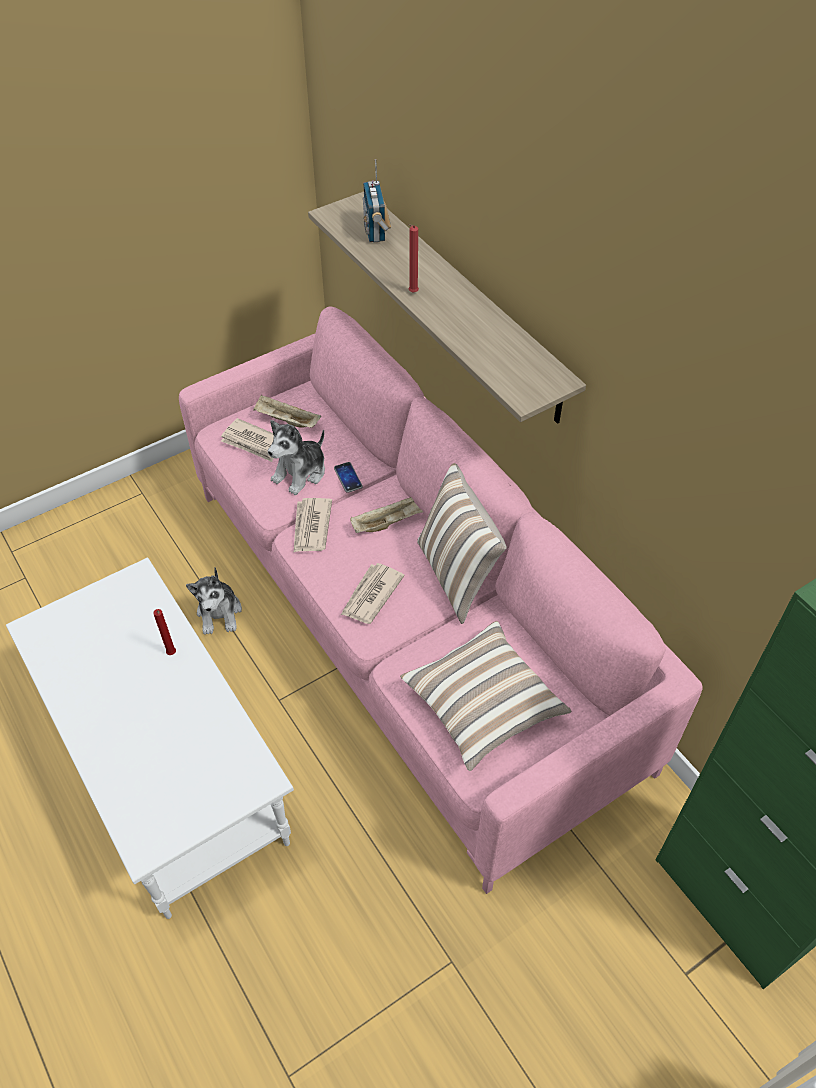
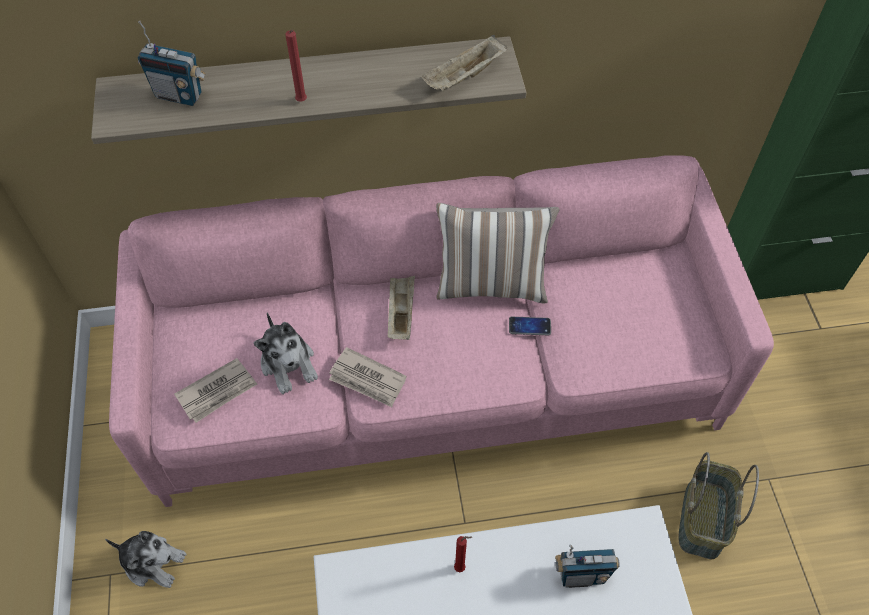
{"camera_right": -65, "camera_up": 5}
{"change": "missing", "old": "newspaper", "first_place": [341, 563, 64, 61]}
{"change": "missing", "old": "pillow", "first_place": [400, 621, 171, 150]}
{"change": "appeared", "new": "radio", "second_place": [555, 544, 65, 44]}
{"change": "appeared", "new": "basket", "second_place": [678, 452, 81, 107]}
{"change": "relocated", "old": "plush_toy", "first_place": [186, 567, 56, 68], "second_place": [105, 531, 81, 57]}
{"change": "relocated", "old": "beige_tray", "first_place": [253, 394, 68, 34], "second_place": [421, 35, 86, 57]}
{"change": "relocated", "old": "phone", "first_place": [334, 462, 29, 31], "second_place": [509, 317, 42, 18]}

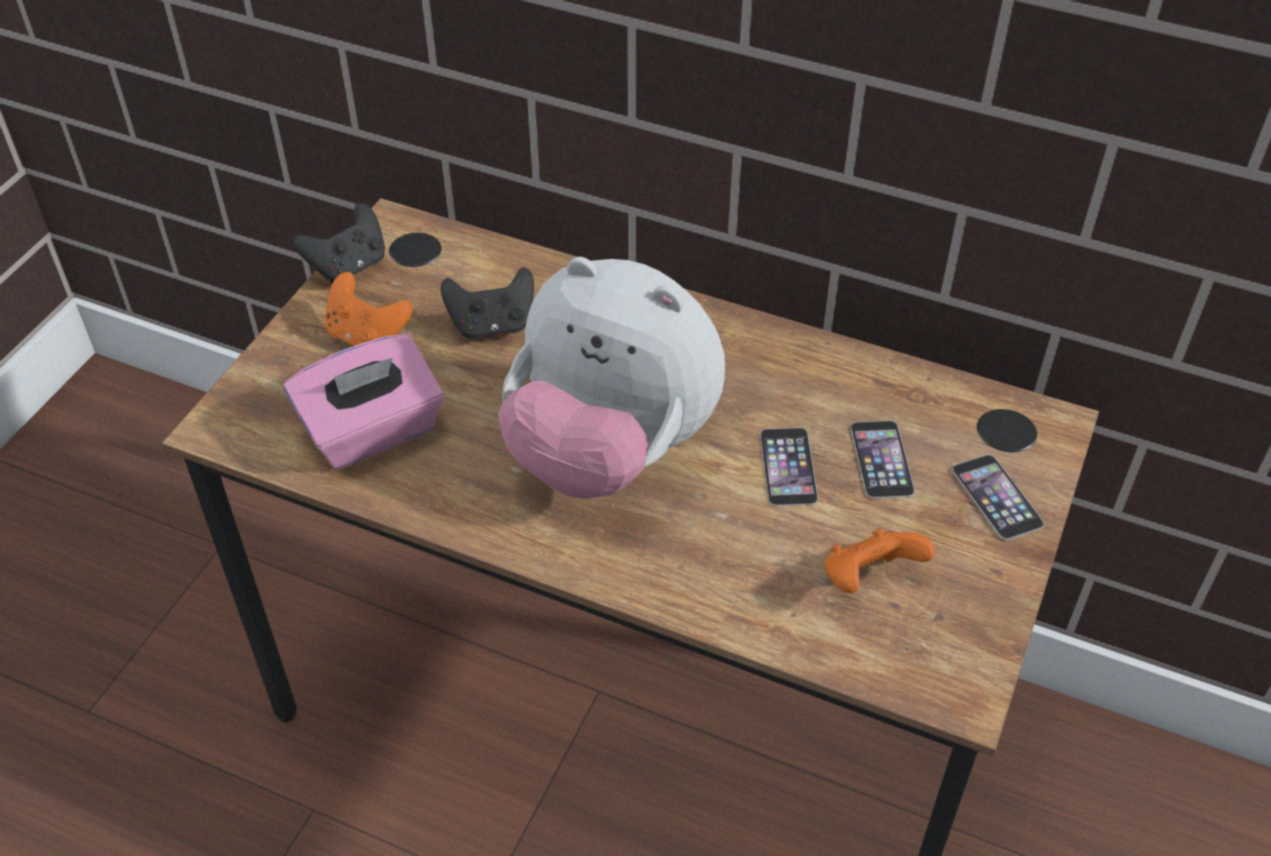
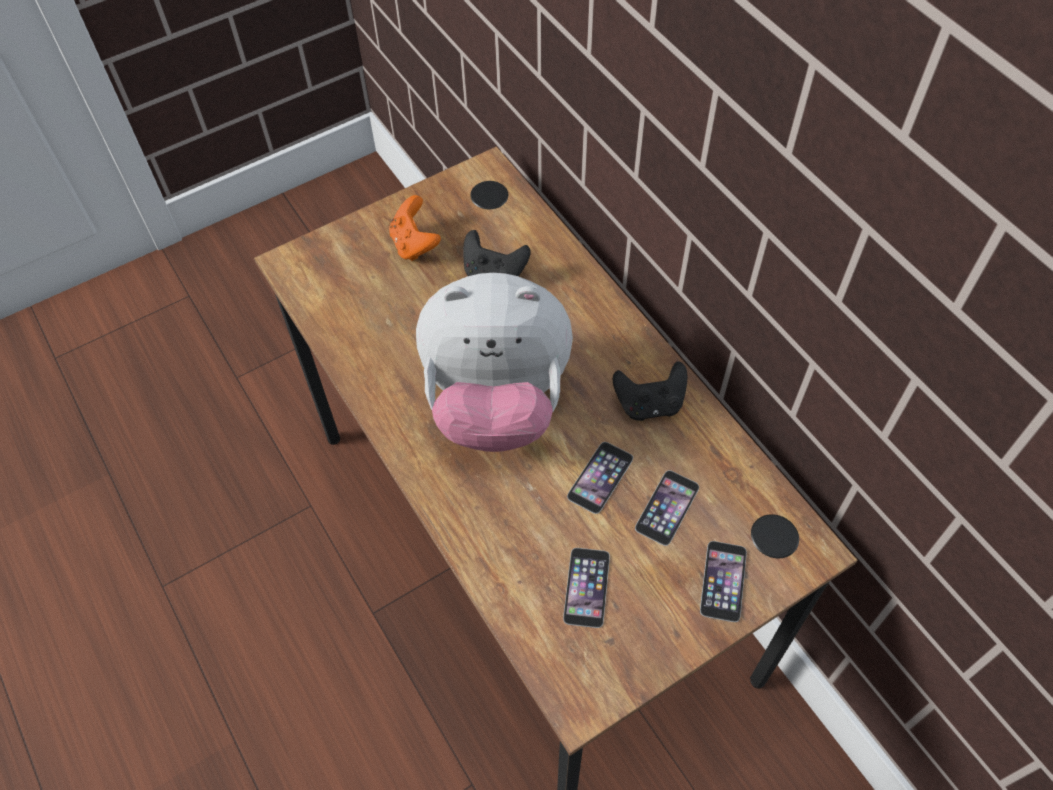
{"camera_right": 35, "camera_up": 10}
{"change": "missing", "old": "pink_tissue_box", "first_place": [284, 334, 160, 135]}
{"change": "relocated", "old": "black_game_controller", "first_place": [293, 203, 92, 80], "second_place": [613, 361, 74, 60]}
{"change": "exchanged", "old": "orange_game_controller", "new": "phone", "first_place": [824, 529, 111, 64], "second_place": [563, 548, 47, 80]}
{"change": "spun", "old": "plush_toy", "first_place": [498, 257, 227, 242], "second_place": [416, 273, 157, 179], "degrees": -60}

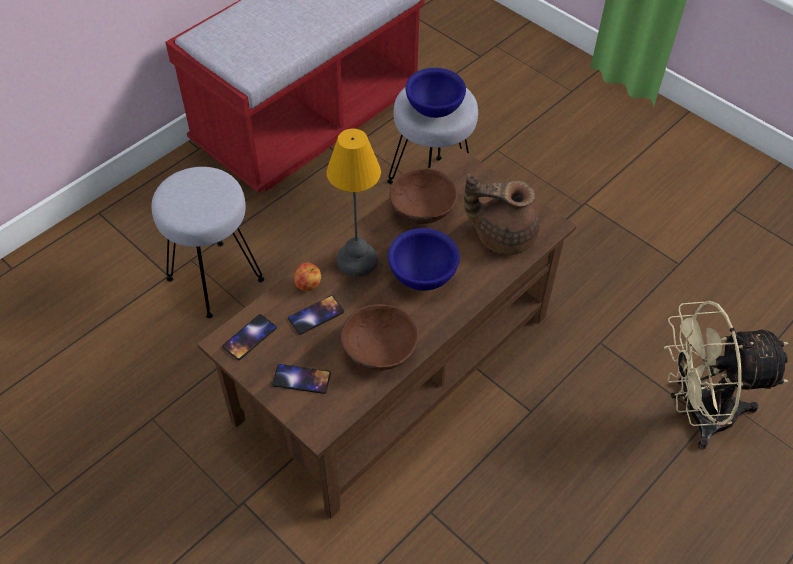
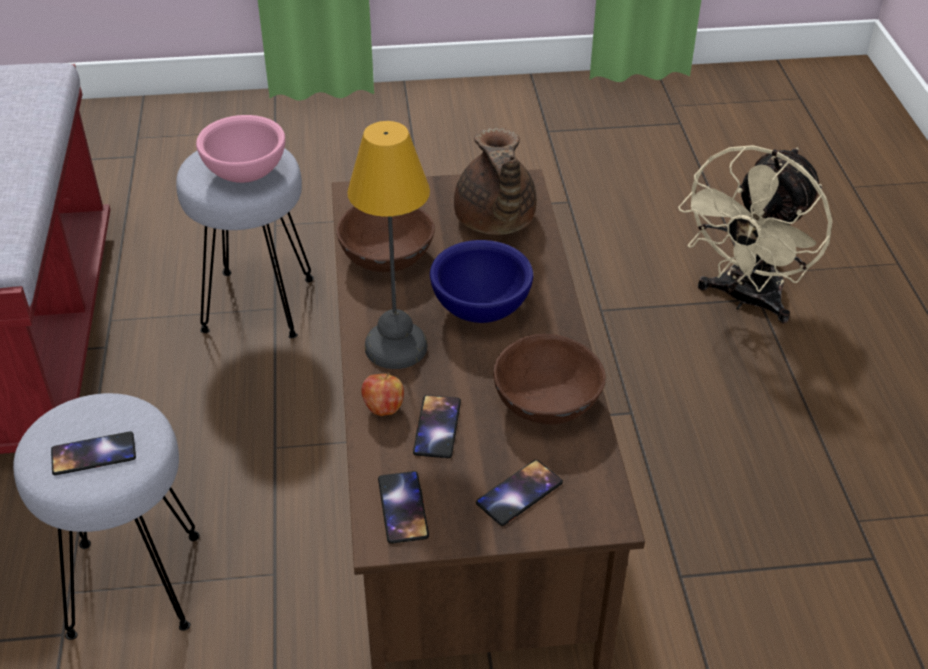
{"camera_right": -50, "camera_up": -10}
{"change": "appeared", "new": "phone", "second_place": [51, 431, 85, 44]}
{"change": "colour", "old": "blue_bowl", "new": "pink_bowl", "first_place": [406, 68, 60, 50], "second_place": [196, 115, 89, 68]}
{"change": "spun", "old": "brown_teapot", "first_place": [464, 174, 75, 81], "second_place": [454, 128, 83, 107], "degrees": -60}

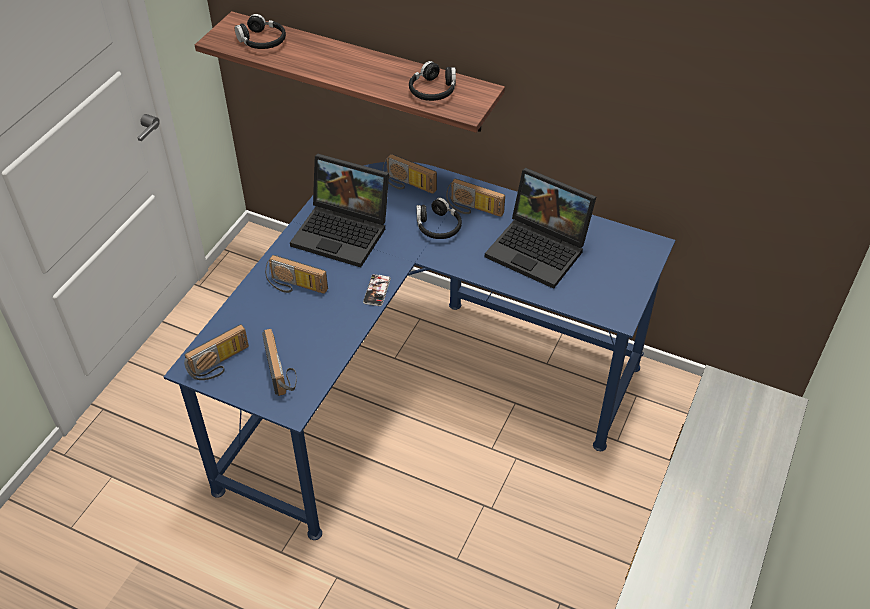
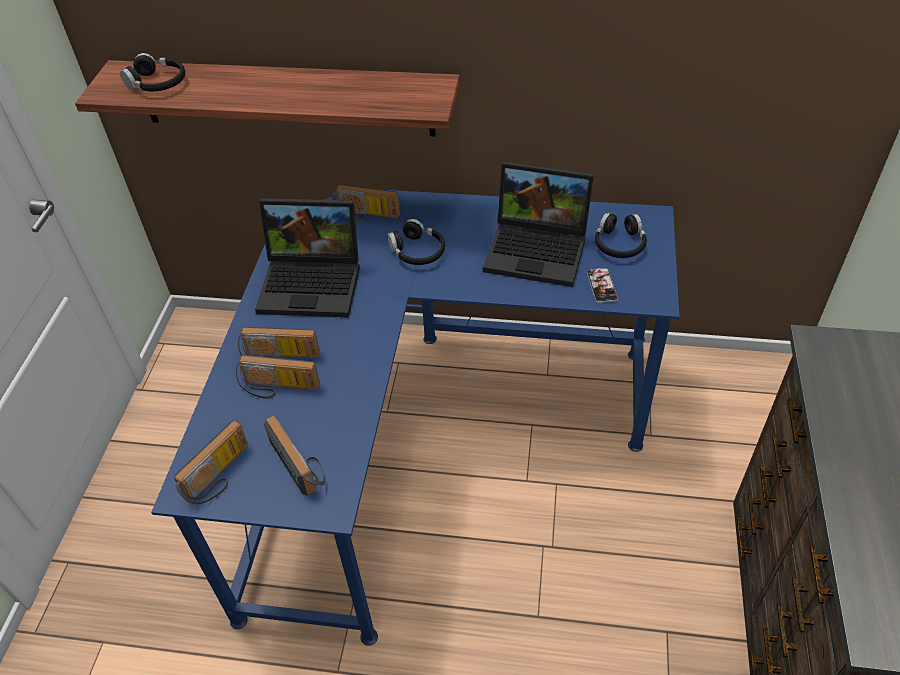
{"camera_right": -15, "camera_up": 0}
{"change": "relocated", "old": "phone", "first_place": [363, 274, 28, 32], "second_place": [587, 268, 31, 35]}
{"change": "relocated", "old": "black_headphones", "first_place": [409, 61, 47, 40], "second_place": [595, 213, 52, 45]}
{"change": "relocated", "old": "radio", "first_place": [446, 178, 59, 39], "second_place": [236, 355, 84, 44]}

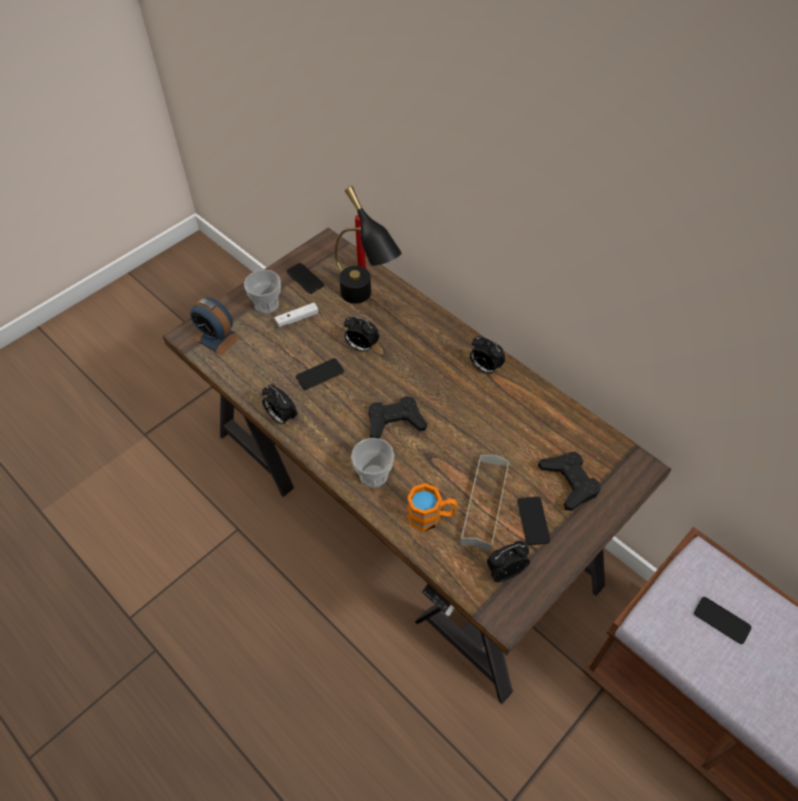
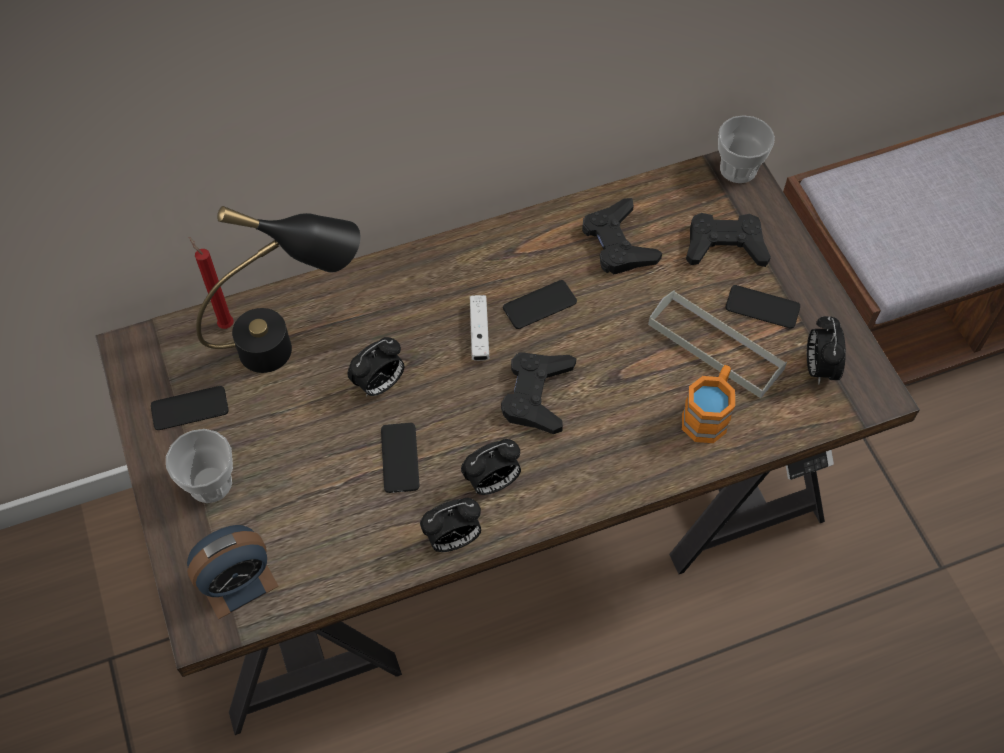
{"camera_right": -65, "camera_up": 5}
{"change": "appeared", "new": "black_game_controller", "second_place": [582, 198, 80, 76]}
{"change": "relocated", "old": "white_game_controller", "first_place": [275, 303, 44, 24], "second_place": [470, 295, 19, 66]}
{"change": "relocated", "old": "cup", "first_place": [351, 438, 43, 50], "second_place": [718, 115, 57, 68]}
{"change": "relocated", "old": "alarm_clock", "first_place": [470, 336, 35, 39], "second_place": [461, 439, 60, 56]}
{"change": "relocated", "old": "phone", "first_place": [694, 597, 57, 47], "second_place": [503, 280, 74, 49]}

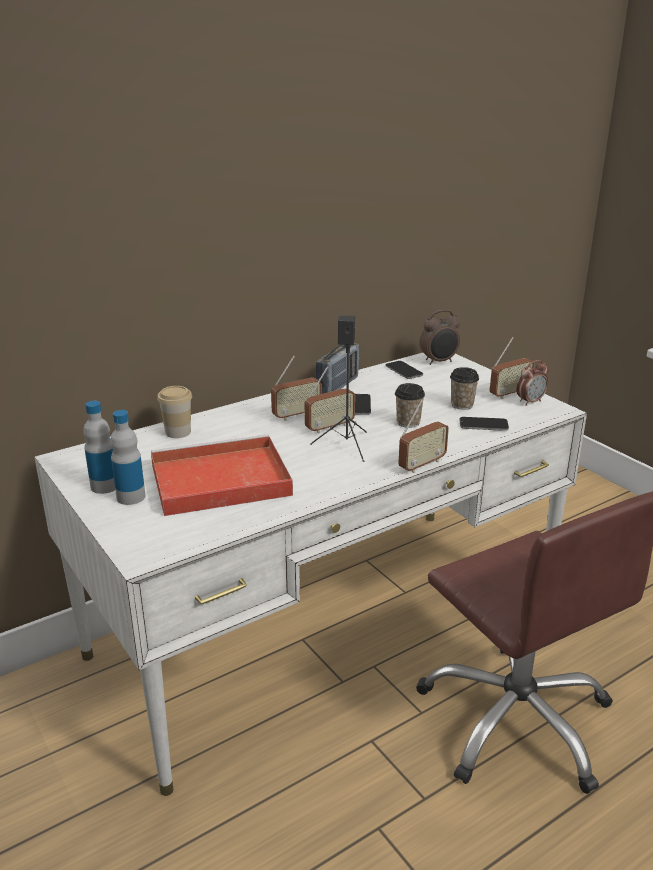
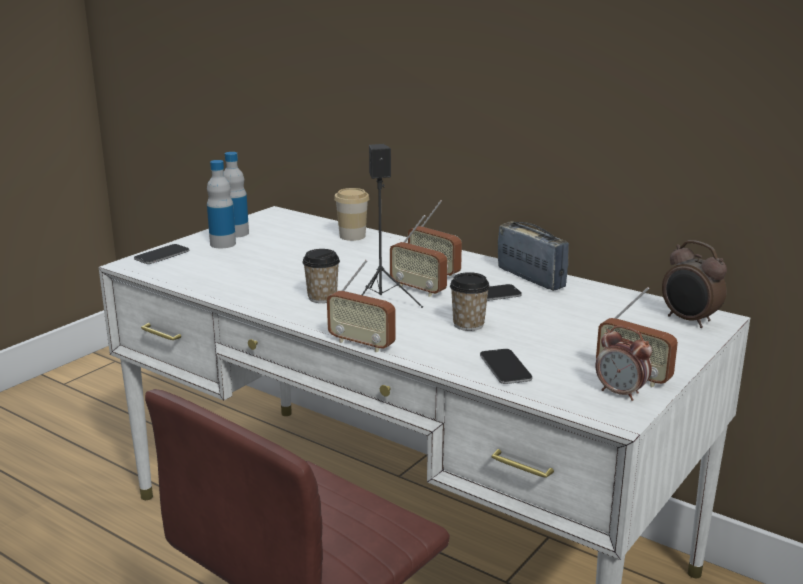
{"camera_right": 70, "camera_up": -5}
{"change": "missing", "old": "red_tray", "first_place": [151, 434, 142, 82]}
{"change": "relocated", "old": "phone", "first_place": [386, 361, 37, 18], "second_place": [134, 244, 55, 20]}
{"change": "relocated", "old": "cup", "first_place": [450, 367, 29, 43], "second_place": [302, 249, 38, 54]}
{"change": "spun", "old": "radio", "first_place": [315, 343, 44, 51], "second_place": [498, 221, 71, 70], "degrees": -135}

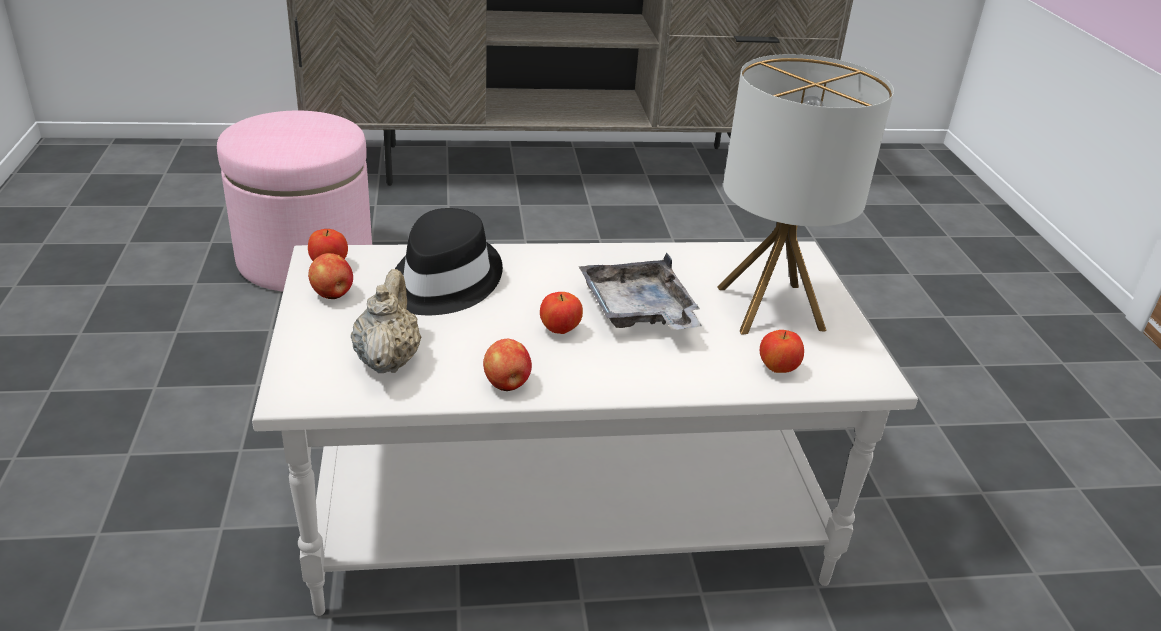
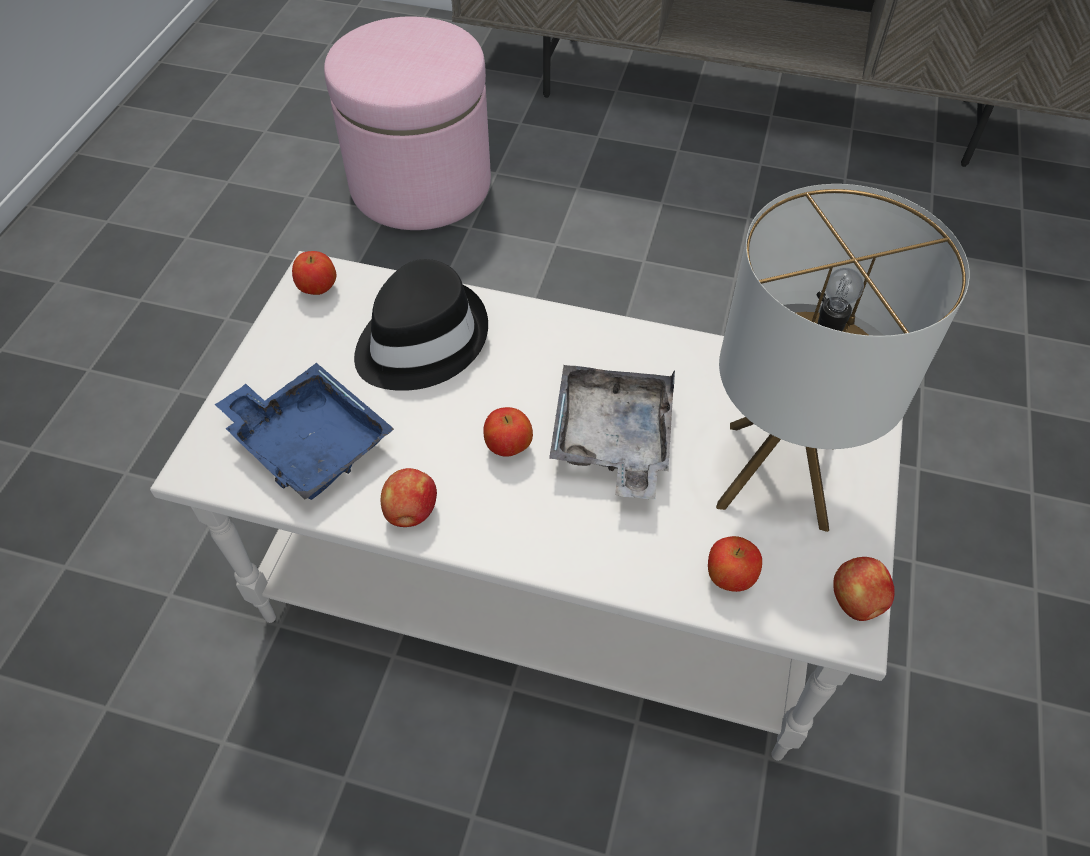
{"camera_right": 25, "camera_up": 20}
{"change": "relocated", "old": "apple", "first_place": [308, 253, 45, 46], "second_place": [833, 557, 62, 64]}
{"change": "exchanged", "old": "beige_teapot", "new": "blue_tray", "first_place": [351, 269, 70, 104], "second_place": [215, 363, 179, 137]}

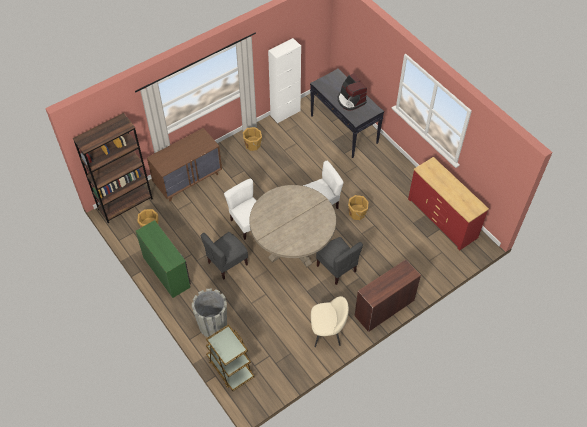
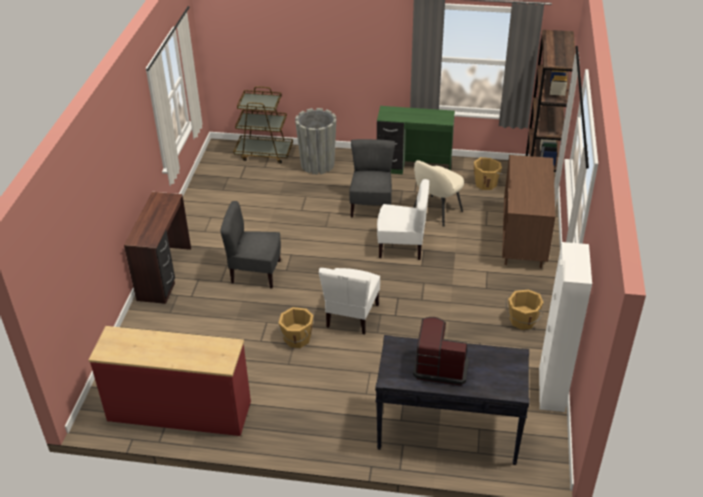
{"camera_right": 135, "camera_up": -15}
{"change": "missing", "old": "beige_dining_table", "first_place": [249, 185, 87, 82]}
{"change": "relocated", "old": "beige_chair", "first_place": [311, 296, 38, 51], "second_place": [413, 160, 51, 67]}

